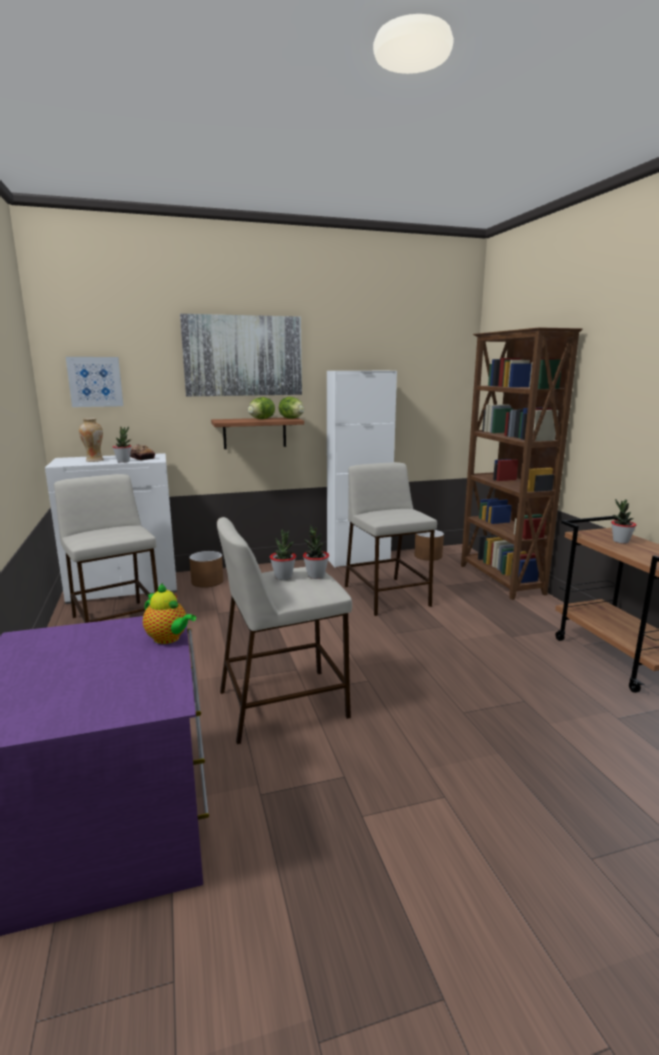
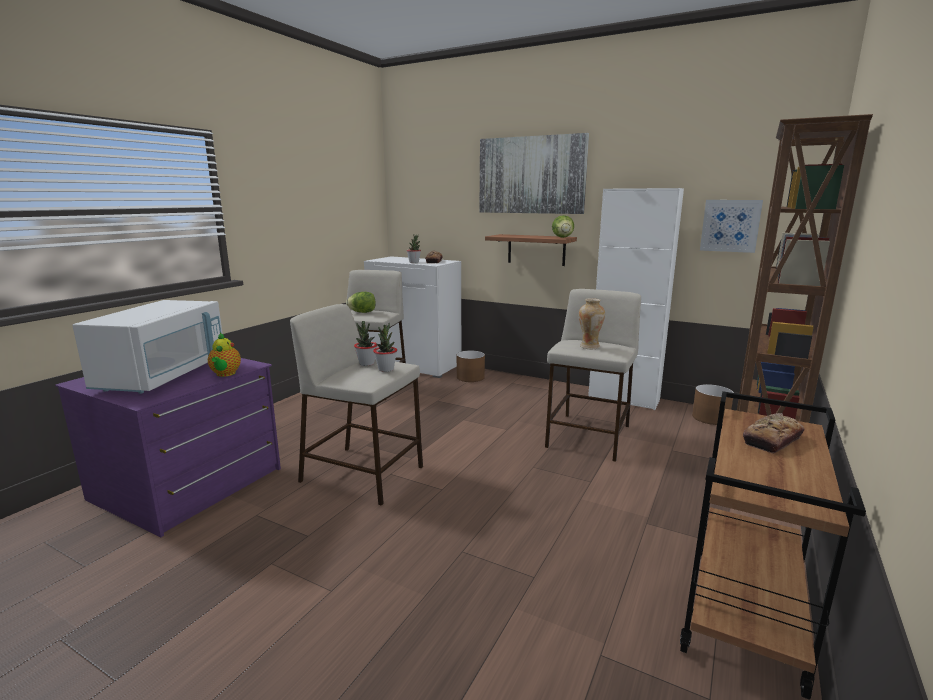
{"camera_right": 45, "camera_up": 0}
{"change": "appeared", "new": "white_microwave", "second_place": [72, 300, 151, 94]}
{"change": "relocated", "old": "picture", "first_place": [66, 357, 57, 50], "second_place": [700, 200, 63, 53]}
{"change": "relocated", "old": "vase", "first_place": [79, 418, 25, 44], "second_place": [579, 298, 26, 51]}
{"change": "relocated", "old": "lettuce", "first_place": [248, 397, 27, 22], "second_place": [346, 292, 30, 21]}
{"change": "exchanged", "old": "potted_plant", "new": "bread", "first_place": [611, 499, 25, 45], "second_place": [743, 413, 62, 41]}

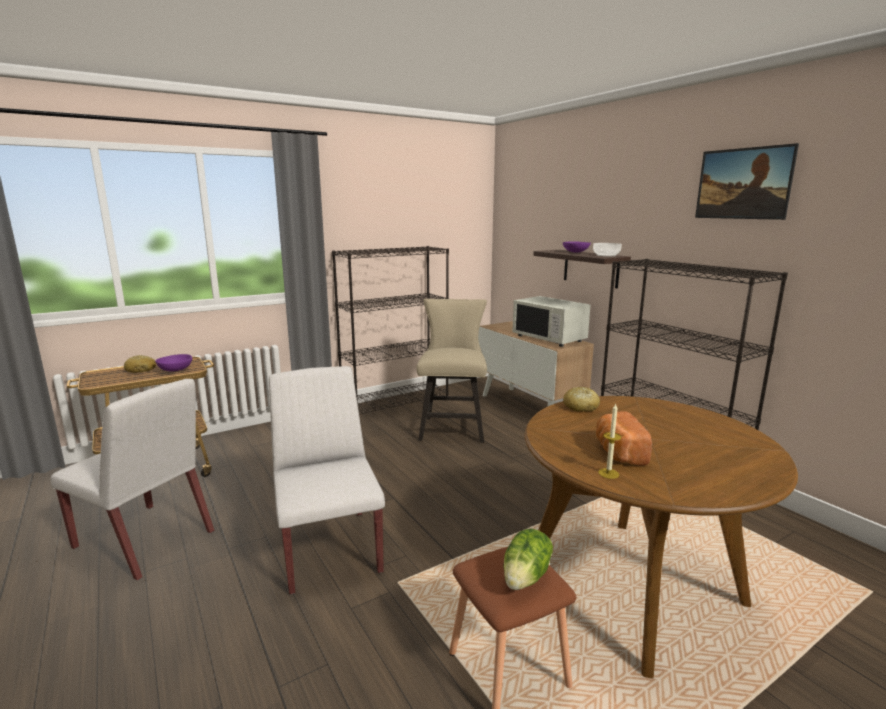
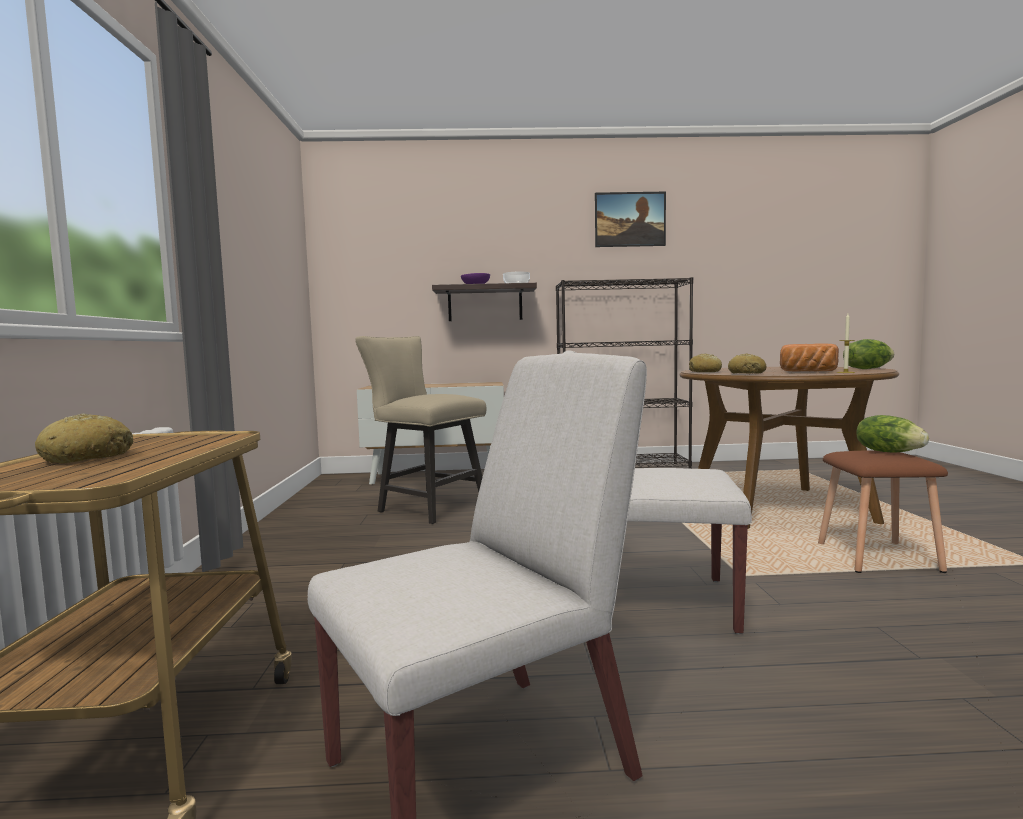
{"camera_right": -60, "camera_up": -10}
{"change": "missing", "old": "purple_bowl", "first_place": [155, 354, 37, 17]}
{"change": "missing", "old": "black_bookcase", "first_place": [332, 246, 117, 168]}
{"change": "missing", "old": "white_microwave", "first_place": [512, 296, 79, 51]}
{"change": "appeared", "new": "bread", "second_place": [728, 353, 38, 21]}
{"change": "appeared", "new": "lettuce", "second_place": [843, 339, 51, 30]}

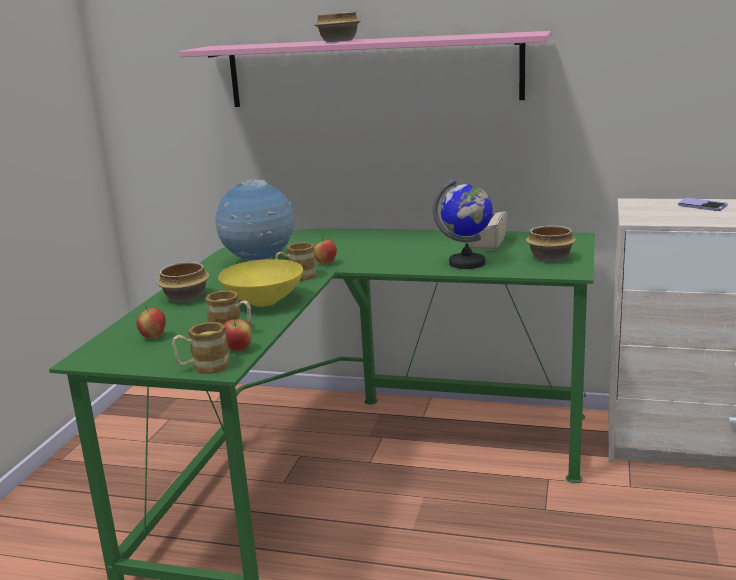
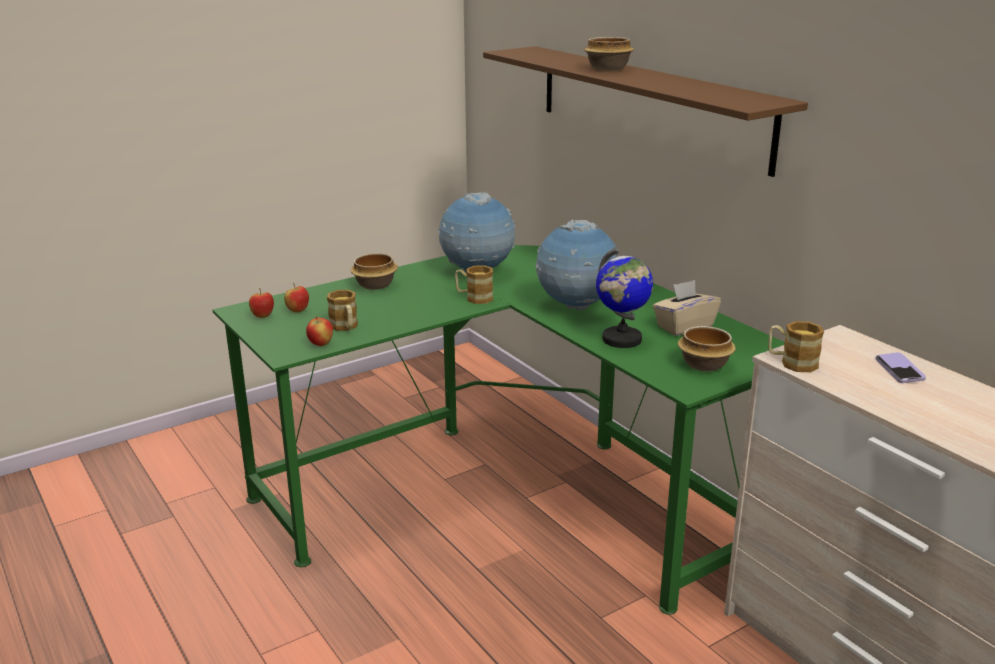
{"camera_right": 40, "camera_up": 5}
{"change": "missing", "old": "yellow_bowl", "first_place": [218, 259, 85, 48]}
{"change": "appeared", "new": "globe", "second_place": [536, 220, 83, 91]}
{"change": "relocated", "old": "mug", "first_place": [172, 322, 58, 52], "second_place": [768, 321, 56, 51]}
{"change": "relocated", "old": "apple", "first_place": [314, 237, 23, 28], "second_place": [249, 288, 25, 30]}
{"change": "colour", "old": "pink_shelf", "new": "brown_shelf", "first_place": [180, 31, 371, 76], "second_place": [483, 46, 325, 131]}

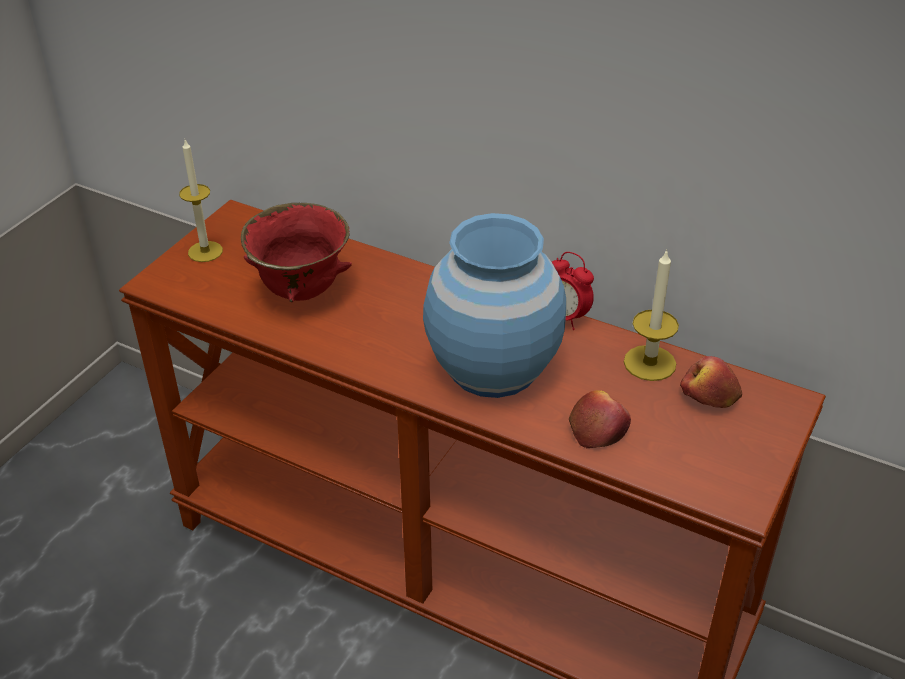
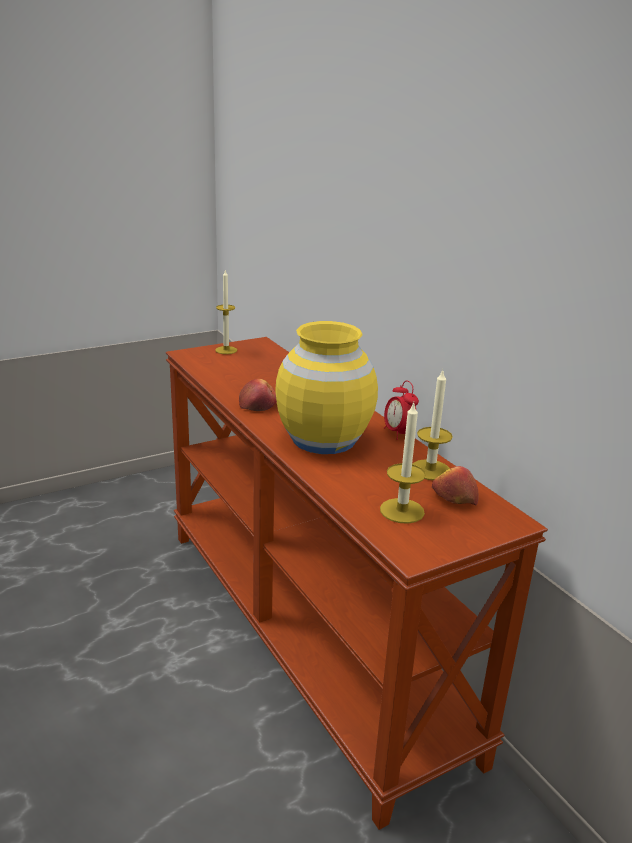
{"camera_right": 30, "camera_up": -15}
{"change": "missing", "old": "red_bowl", "first_place": [241, 203, 111, 99]}
{"change": "appeared", "new": "candle", "second_place": [380, 402, 46, 122]}
{"change": "relocated", "old": "apple", "first_place": [569, 390, 62, 58], "second_place": [239, 379, 38, 32]}
{"change": "colour", "old": "blue_vase", "new": "yellow_vase", "first_place": [423, 213, 143, 185], "second_place": [275, 321, 103, 133]}

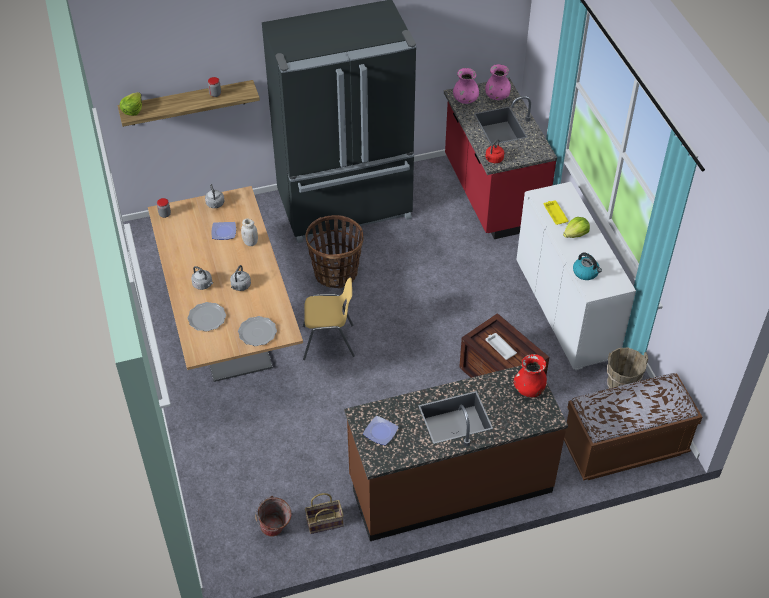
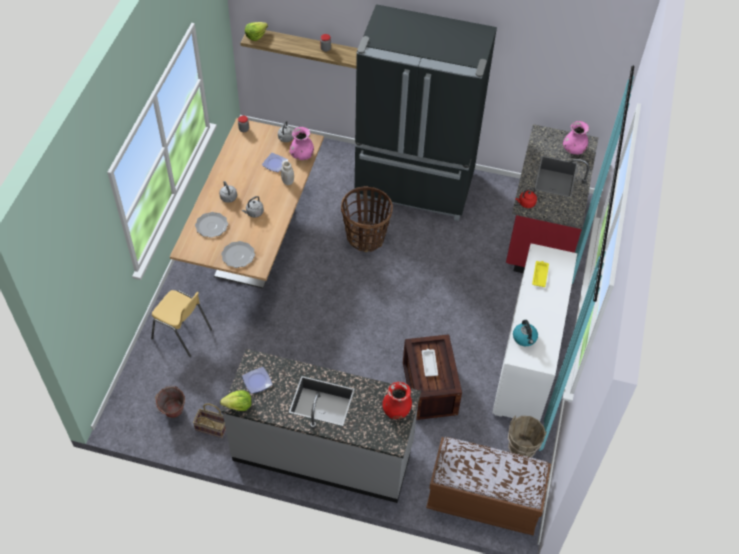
{"camera_right": 30, "camera_up": 5}
{"change": "relocated", "old": "yellow_chair", "first_place": [303, 278, 52, 82], "second_place": [151, 290, 61, 67]}
{"change": "relocated", "old": "pink_vase", "first_place": [453, 68, 26, 36], "second_place": [290, 127, 24, 33]}
{"change": "relocated", "old": "lettuce", "first_place": [563, 217, 27, 21], "second_place": [220, 390, 32, 21]}
{"change": "colour", "old": "brown_counter", "new": "grey_counter", "first_place": [344, 365, 224, 176], "second_place": [221, 349, 200, 154]}

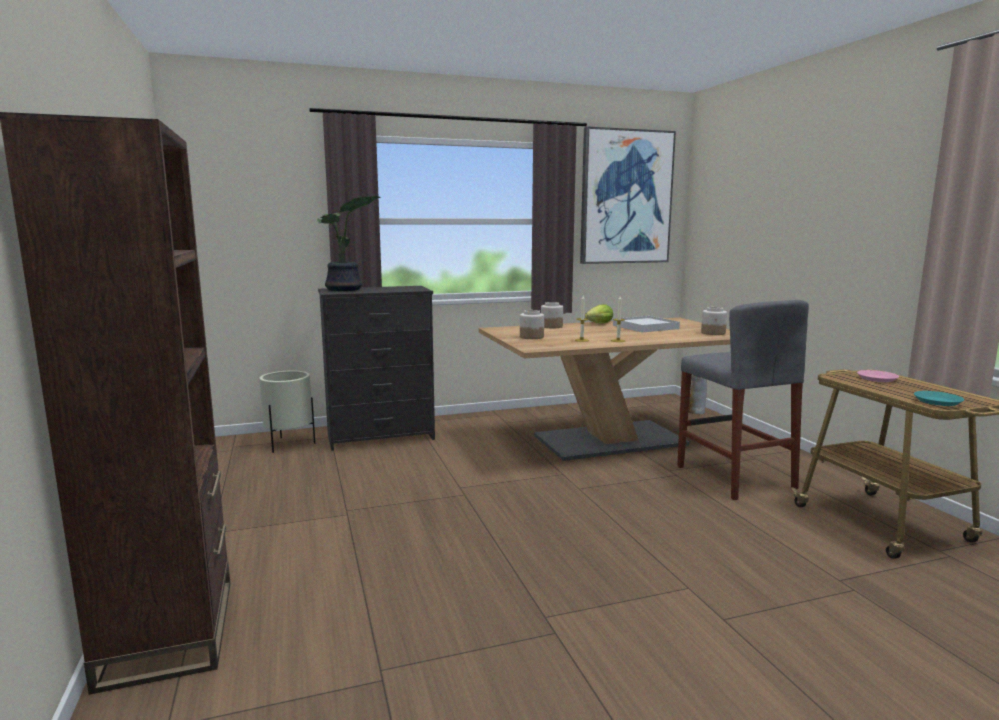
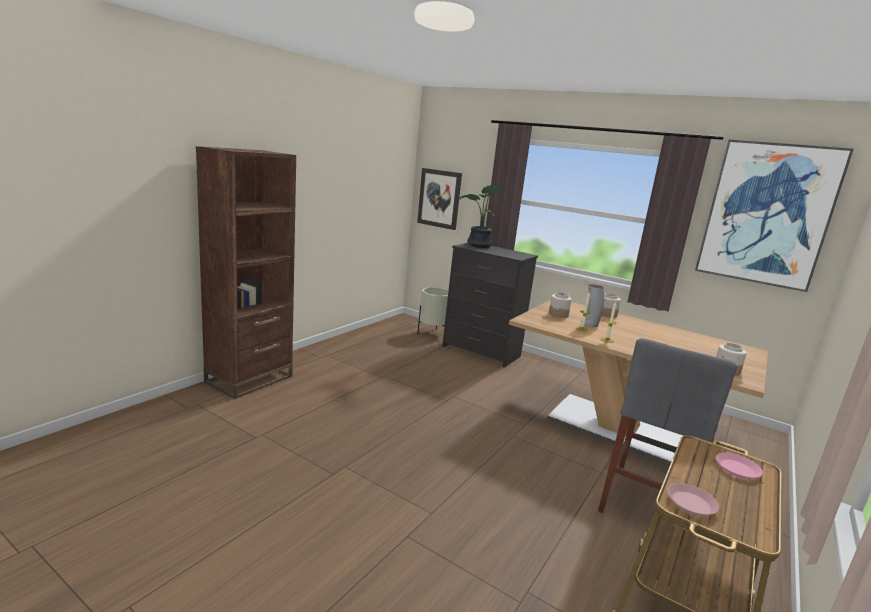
{"camera_right": 50, "camera_up": 5}
{"change": "missing", "old": "lettuce", "first_place": [585, 304, 28, 20]}
{"change": "missing", "old": "white_tray", "first_place": [613, 316, 67, 16]}
{"change": "appeared", "new": "picture", "second_place": [417, 168, 45, 62]}
{"change": "relocated", "old": "vase", "first_place": [689, 375, 18, 39], "second_place": [581, 284, 23, 43]}
{"change": "colour", "old": "turquoise_plate", "new": "pink_plate", "first_place": [914, 391, 50, 15], "second_place": [667, 483, 52, 33]}

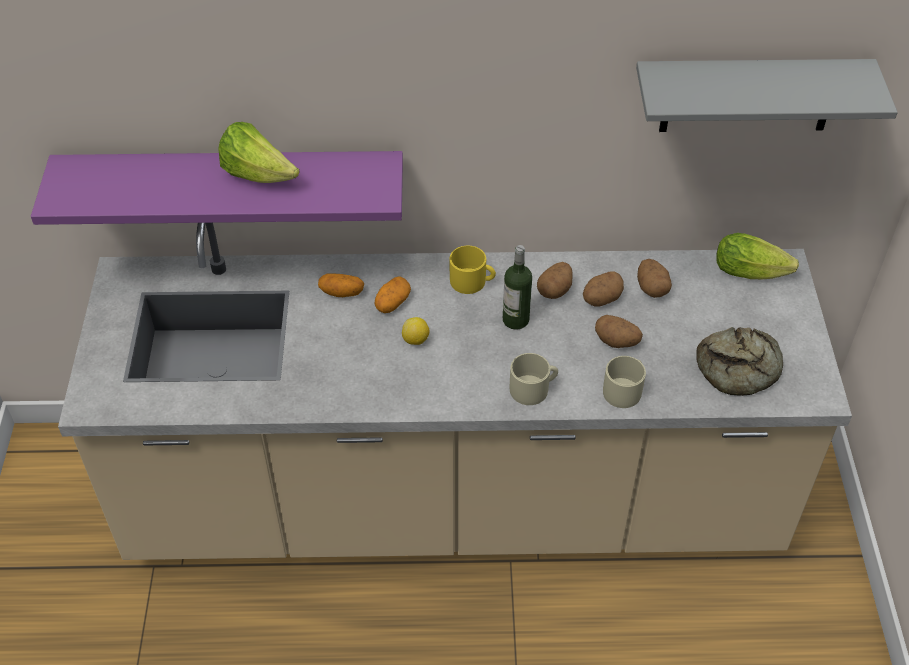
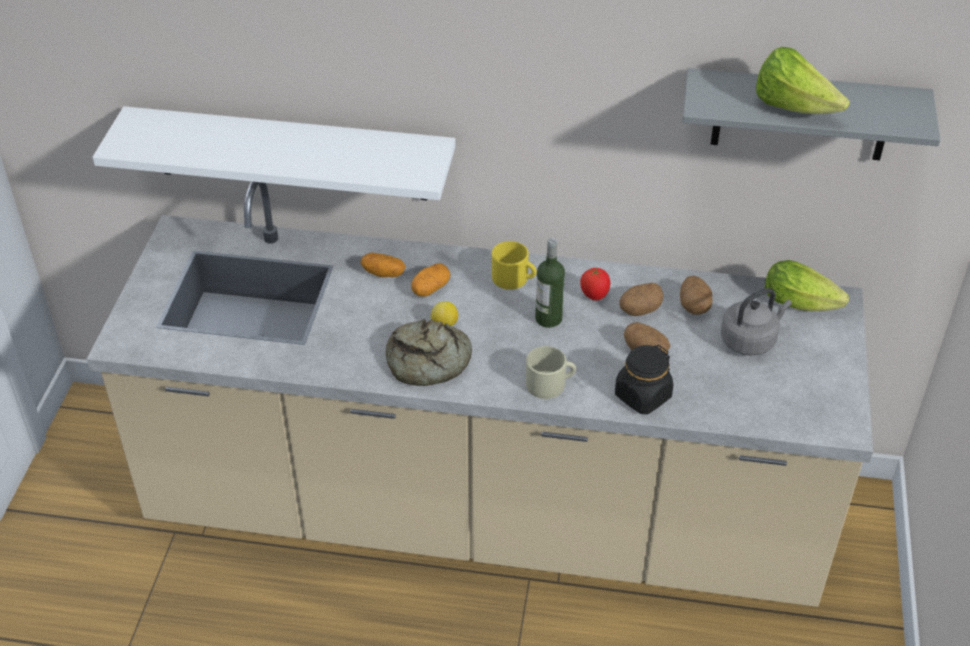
{"camera_right": 10, "camera_up": -5}
{"change": "appeared", "new": "grey_kettle", "second_place": [721, 288, 71, 68]}
{"change": "relocated", "old": "lettuce", "first_place": [218, 122, 81, 61], "second_place": [756, 47, 94, 67]}
{"change": "relocated", "old": "bread", "first_place": [696, 327, 87, 69], "second_place": [386, 319, 86, 67]}
{"change": "exchanged", "old": "potato", "new": "tomato", "first_place": [537, 262, 36, 37], "second_place": [580, 267, 30, 33]}
{"change": "exchanged", "old": "beige_mug", "new": "black_jar", "first_place": [603, 356, 43, 52], "second_place": [615, 345, 58, 69]}
{"change": "colour", "old": "purple_shelf", "new": "white_shelf", "first_place": [31, 151, 372, 74], "second_place": [92, 106, 364, 95]}

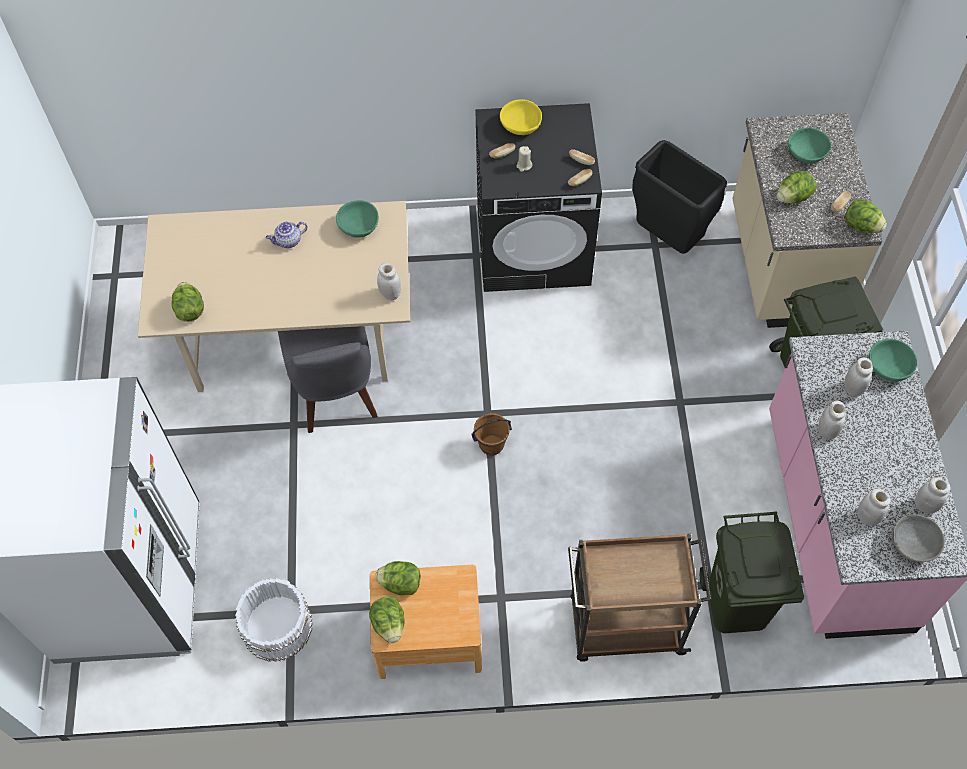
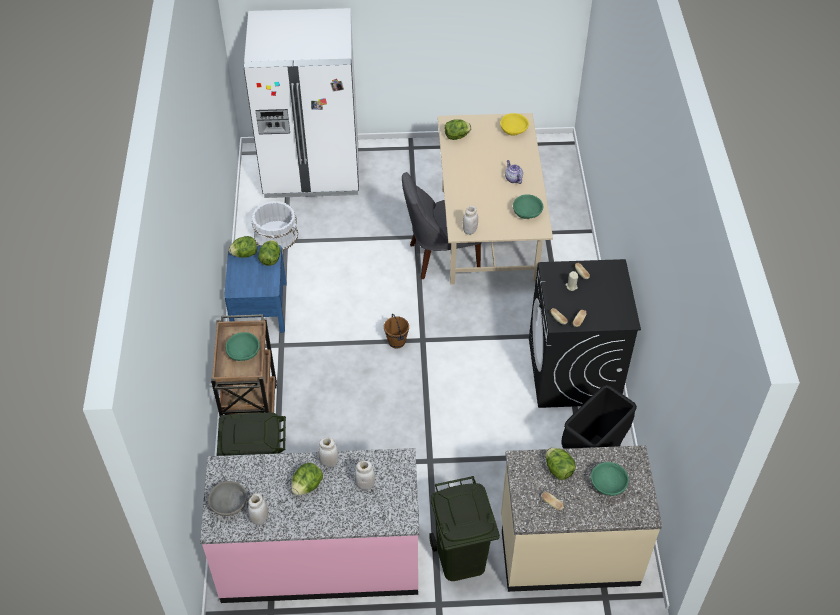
{"camera_right": 90, "camera_up": -10}
{"change": "missing", "old": "white_jar", "first_place": [858, 489, 33, 37]}
{"change": "relocated", "old": "yellow_bowl", "first_place": [500, 99, 42, 36], "second_place": [500, 113, 29, 23]}
{"change": "relocated", "old": "lettuce", "first_place": [845, 199, 42, 35], "second_place": [291, 463, 32, 32]}
{"change": "relocated", "old": "green_bowl", "first_place": [869, 339, 48, 42], "second_place": [226, 332, 34, 29]}
{"change": "colour", "old": "brown_nightstand", "new": "blue_nightstand", "first_place": [370, 565, 112, 114], "second_place": [224, 245, 63, 88]}

